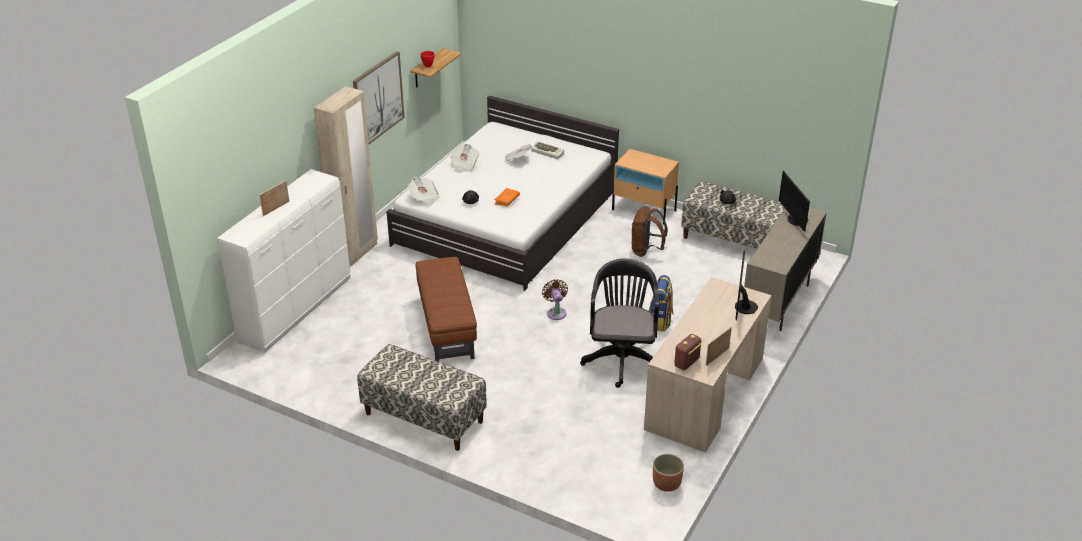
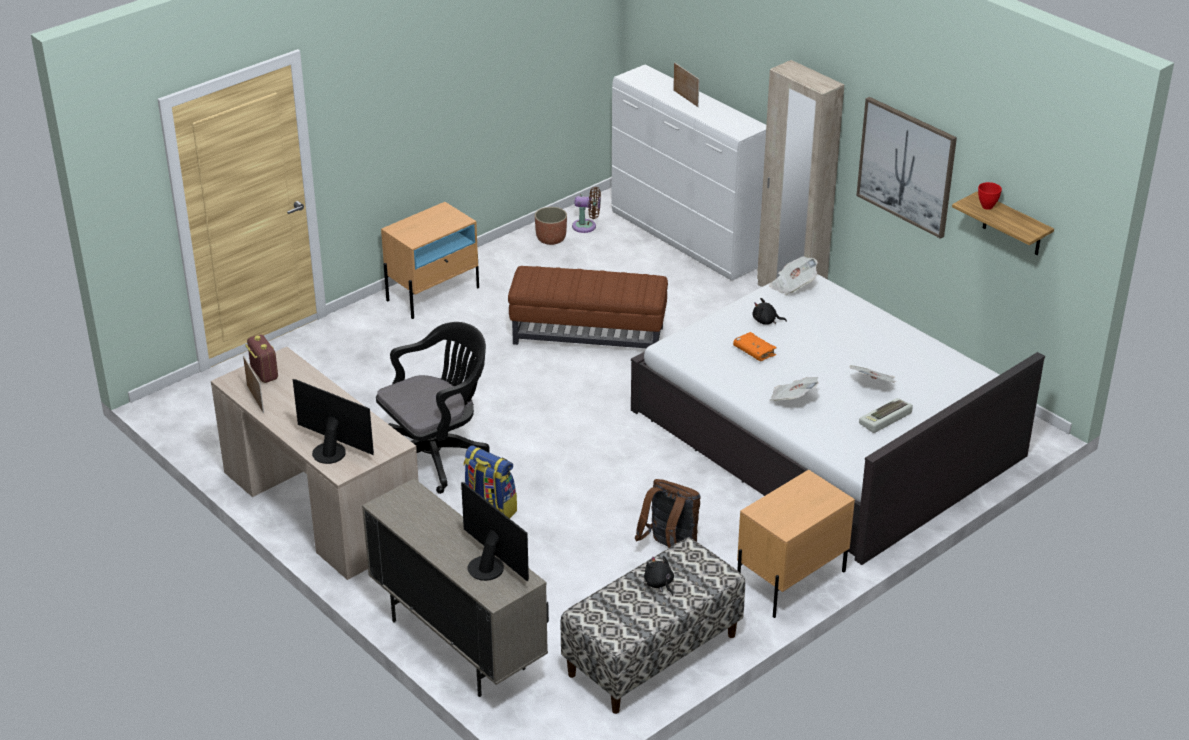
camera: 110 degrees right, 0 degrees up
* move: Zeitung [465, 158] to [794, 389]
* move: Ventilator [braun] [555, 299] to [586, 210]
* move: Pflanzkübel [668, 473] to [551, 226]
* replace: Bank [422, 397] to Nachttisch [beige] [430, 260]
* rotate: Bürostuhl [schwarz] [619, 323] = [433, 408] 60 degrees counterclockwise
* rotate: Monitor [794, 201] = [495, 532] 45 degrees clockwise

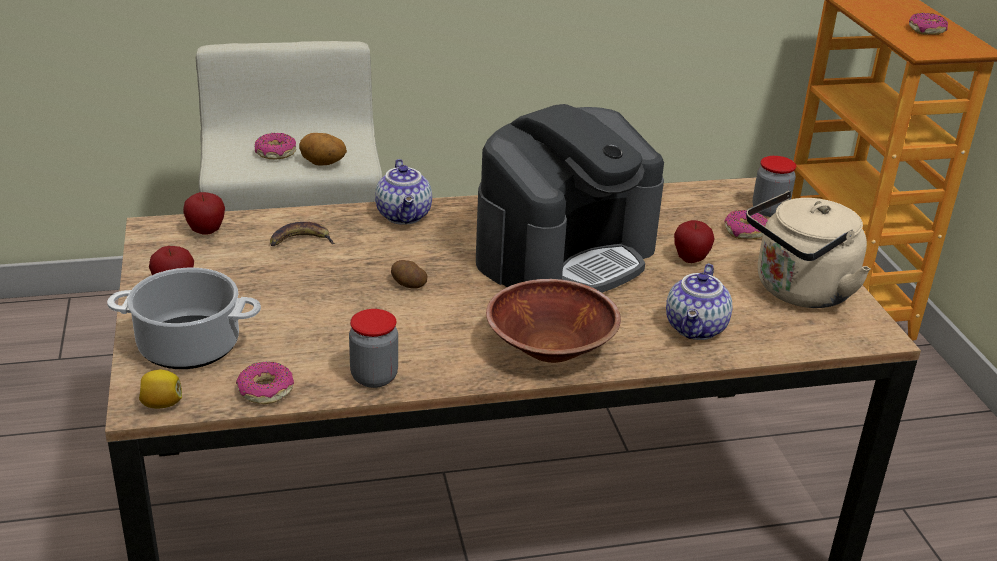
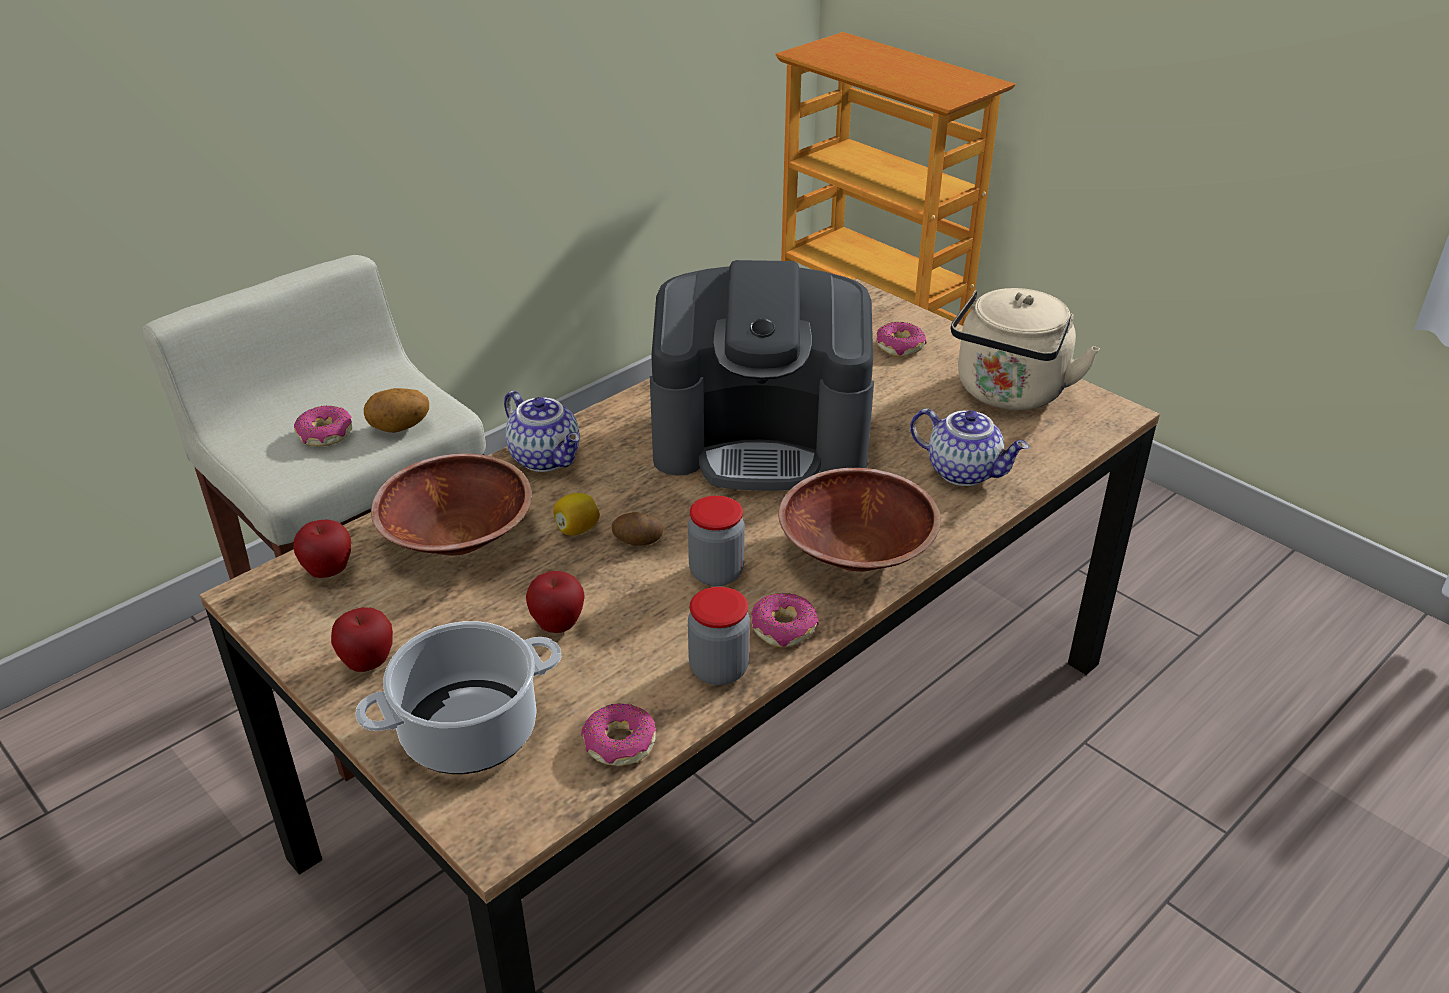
camera: 30 degrees left, 5 degrees up
* move: Zitrone [160, 389] to [576, 514]
* move: Apfel [694, 241] to [555, 602]
* move: Vorratsglas [774, 186] to [716, 541]
* move: Donut [928, 24] to [785, 620]
* replace: Banane [302, 234] to Schüssel [braun] [451, 504]
* rotate: Kaffeemaschine [570, 198] = [762, 375] 75 degrees clockwise
* rotate: Teekanne [699, 301] = [969, 447] 45 degrees counterclockwise

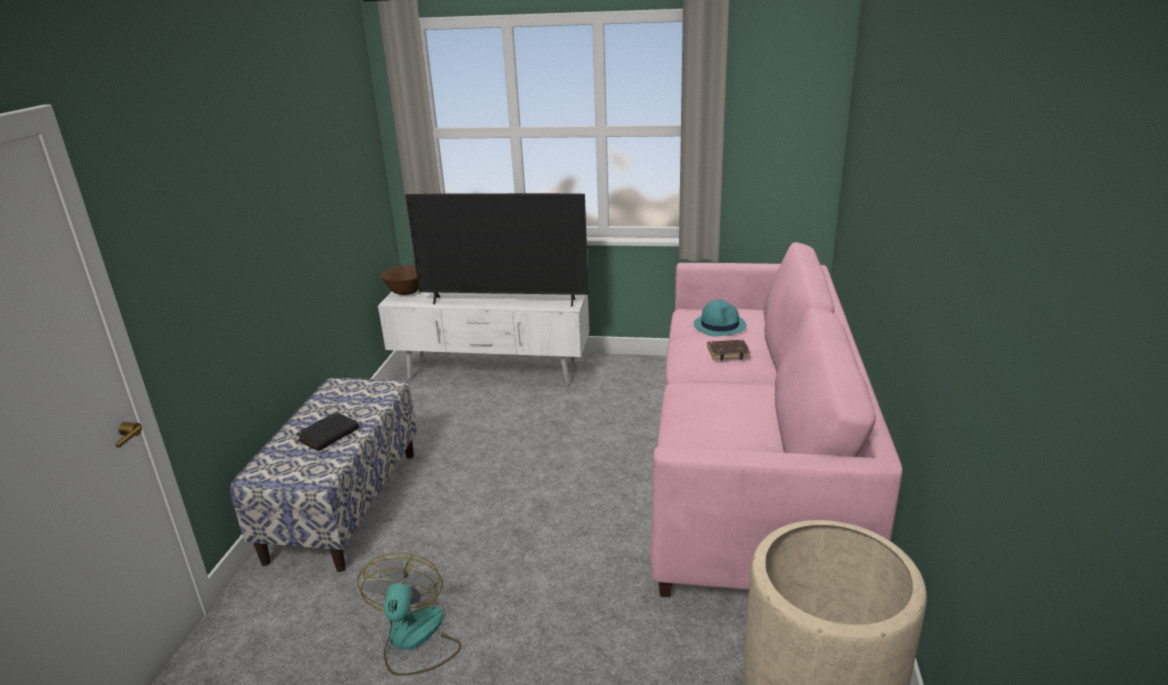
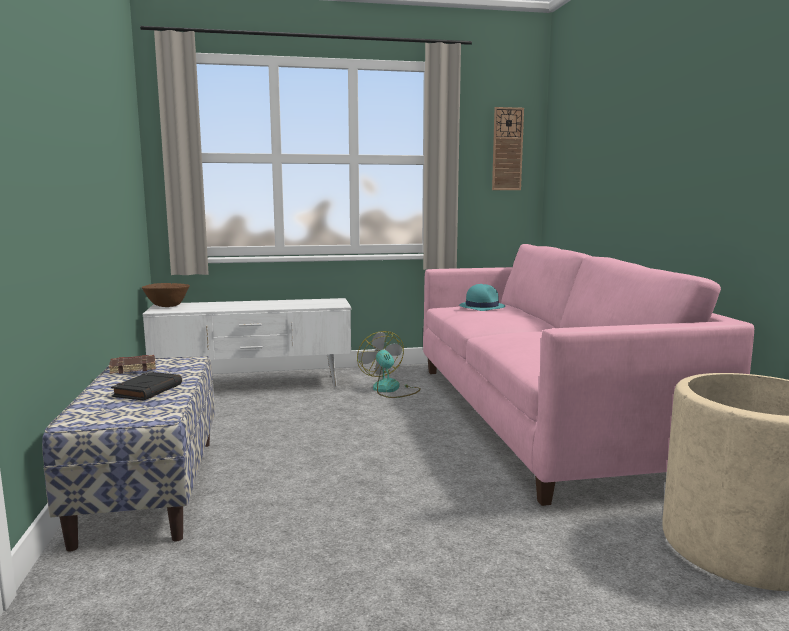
camera: 20 degrees left, 15 degrees down
* delete: Fernseher [497, 250]
* insert: Wanduhr [508, 148]
* move: Ventilator [409, 614] to [389, 364]
* move: Buch [braun] [729, 350] to [132, 364]

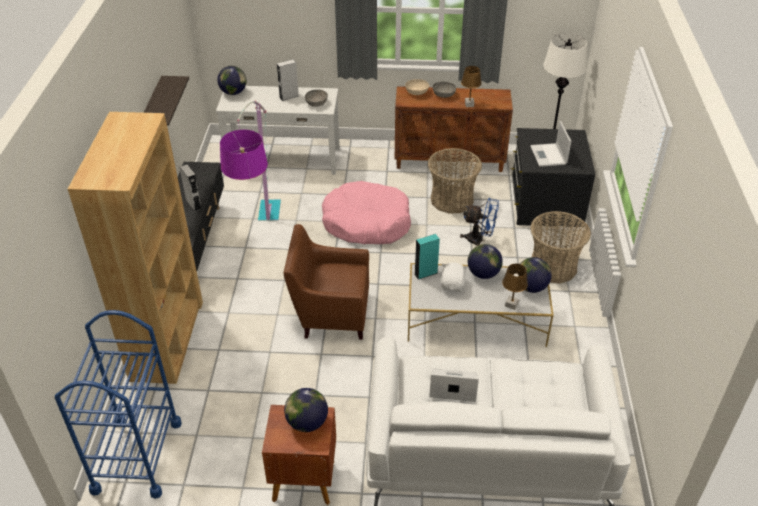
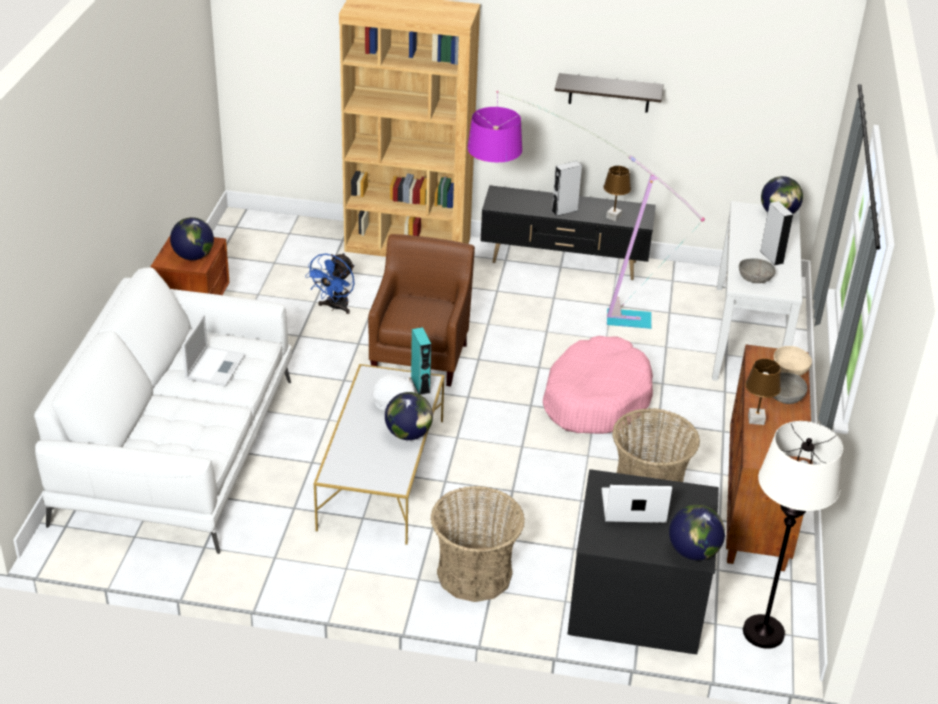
camera: 95 degrees right, 5 degrees down
* delete: Rollwagen [blau] [118, 404]
* move: Ventilator [blau] [479, 222] to [330, 283]
* move: Tischlampe [braun] [515, 287] to [617, 193]
* move: Globus [536, 275] to [697, 532]

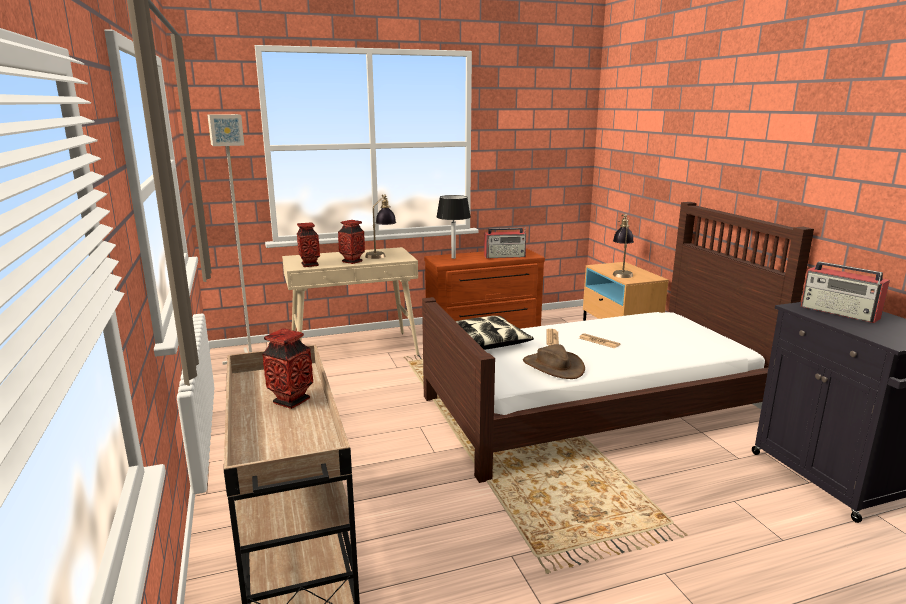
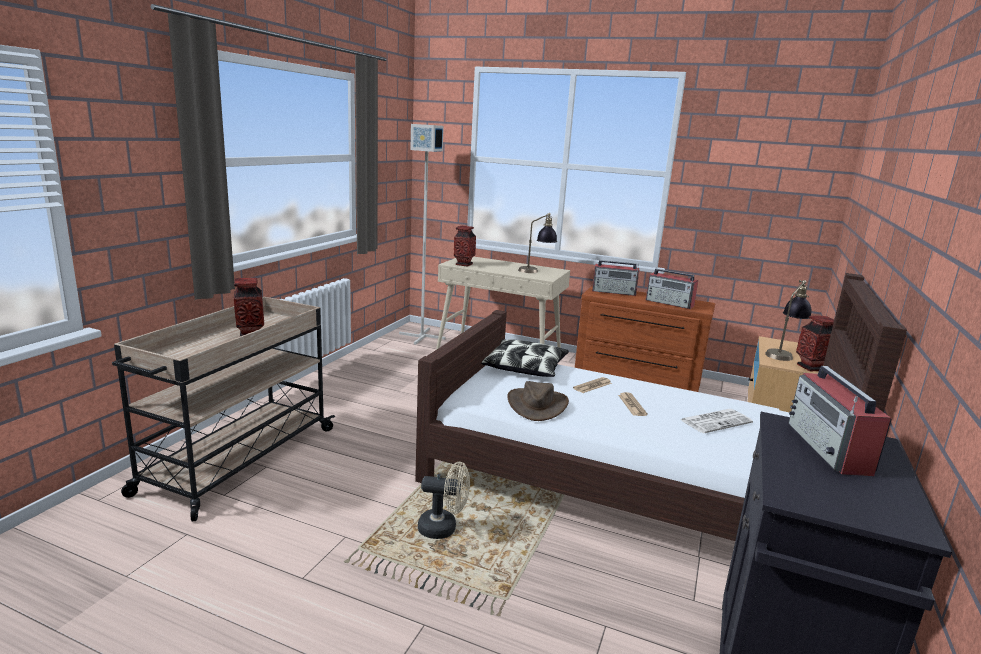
camera: 40 degrees right, 0 degrees up
* insert: Ventilator [beige] [444, 500]
* insert: Zeitung [716, 421]
* move: Vase [351, 242] to [815, 343]
* replace: Tischlampe [schwarz] [453, 227] to Radio [615, 278]

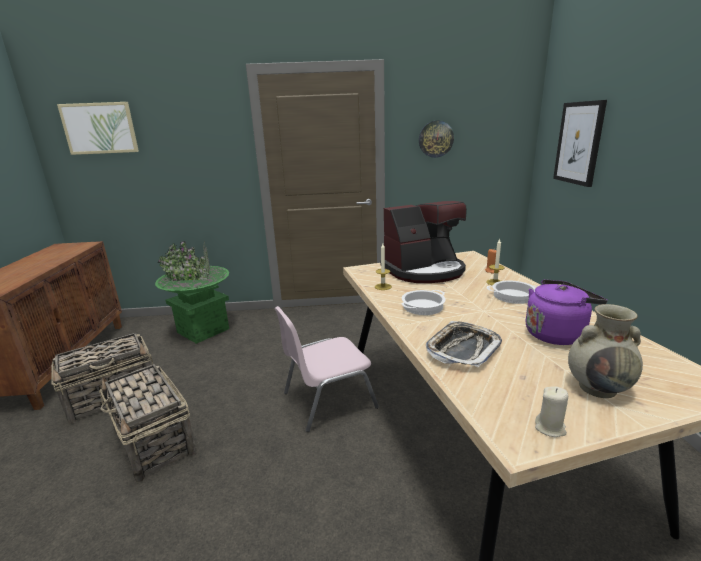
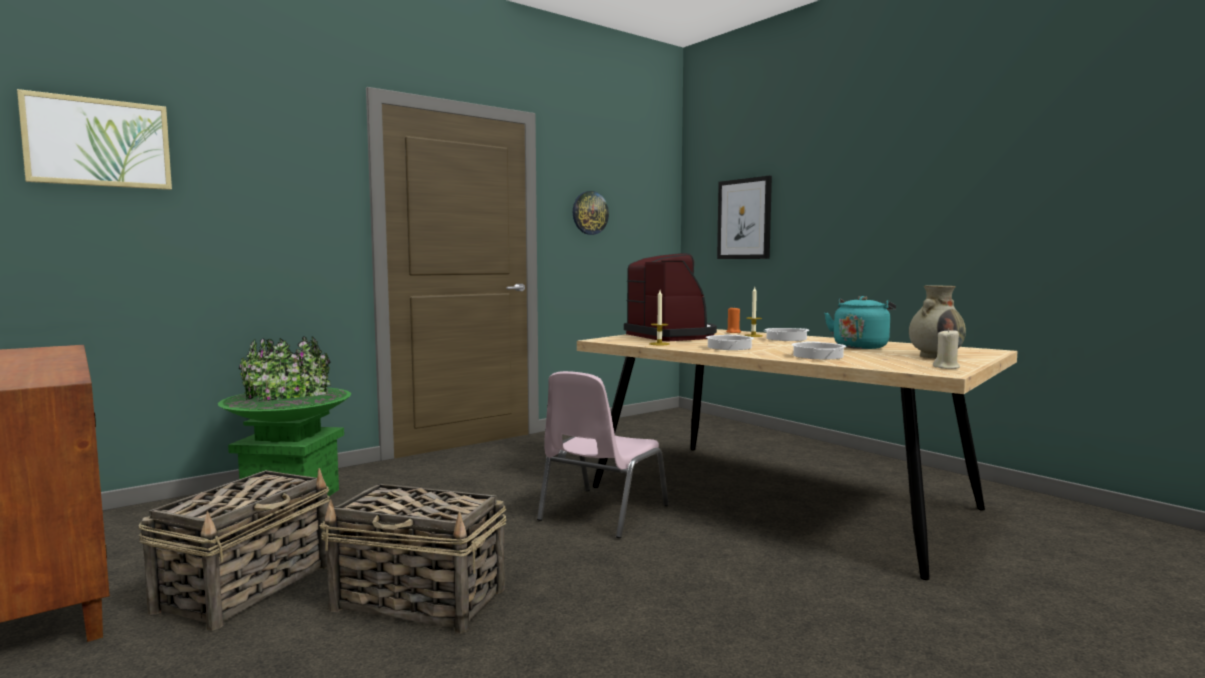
camera: 35 degrees left, 15 degrees down
* replace: Tablett [464, 344] to Kochtopf [818, 350]
* recolor: Wasserkessel [lila] [566, 312] to Wasserkessel [türkis] [860, 322]
* rotate: Kaffeemaschine [423, 242] = [670, 297] 60 degrees counterclockwise

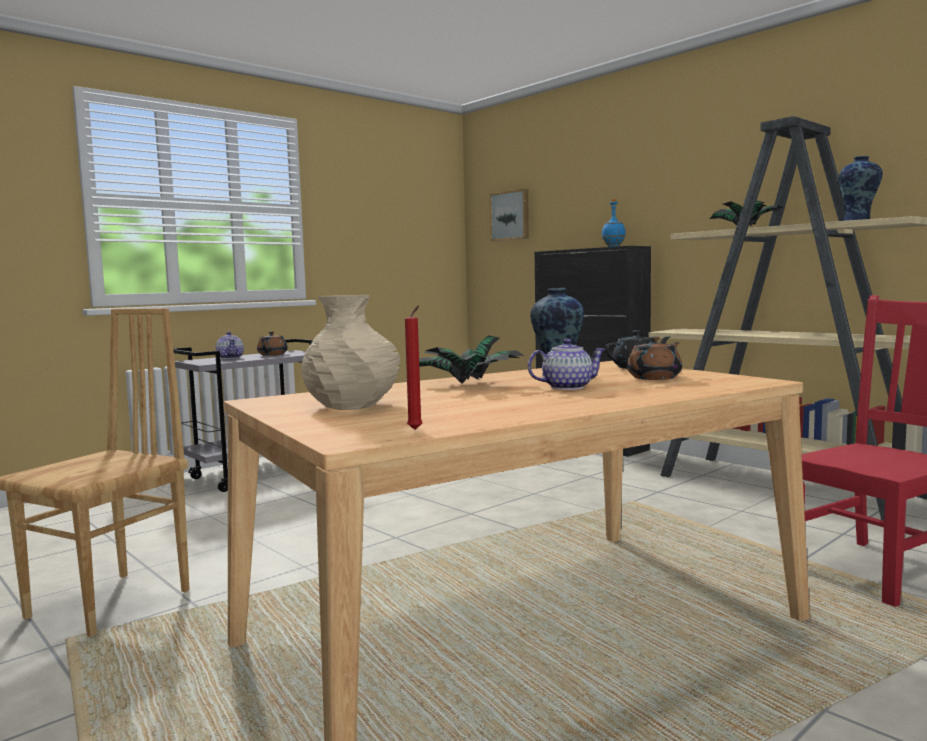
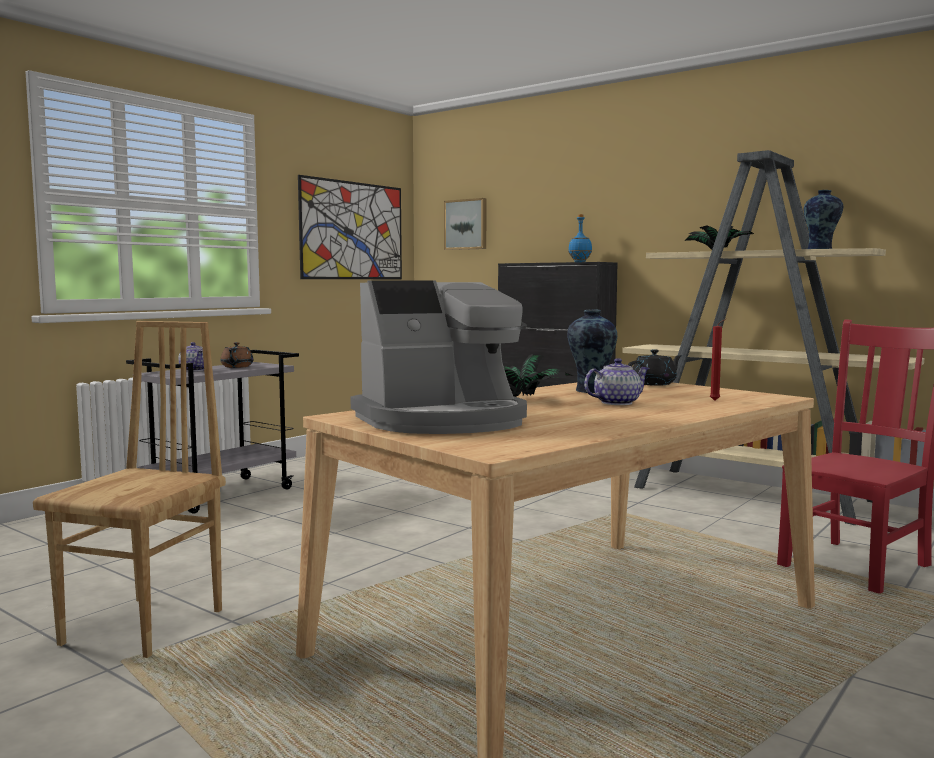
camera: 10 degrees left, 0 degrees up
* delete: Teekanne [braun] [654, 358]
* insert: Bild [350, 227]
* move: Kerze [rot] [413, 367] to [718, 360]
* replace: Vase [beige] [350, 352] to Kaffeemaschine [439, 357]

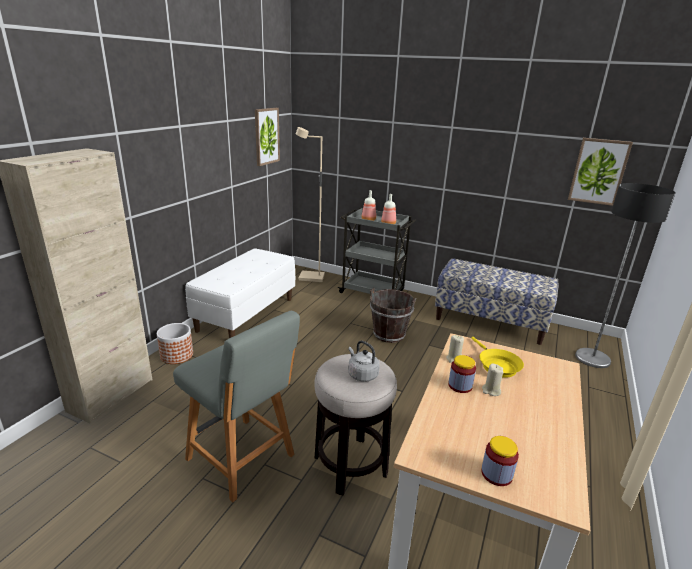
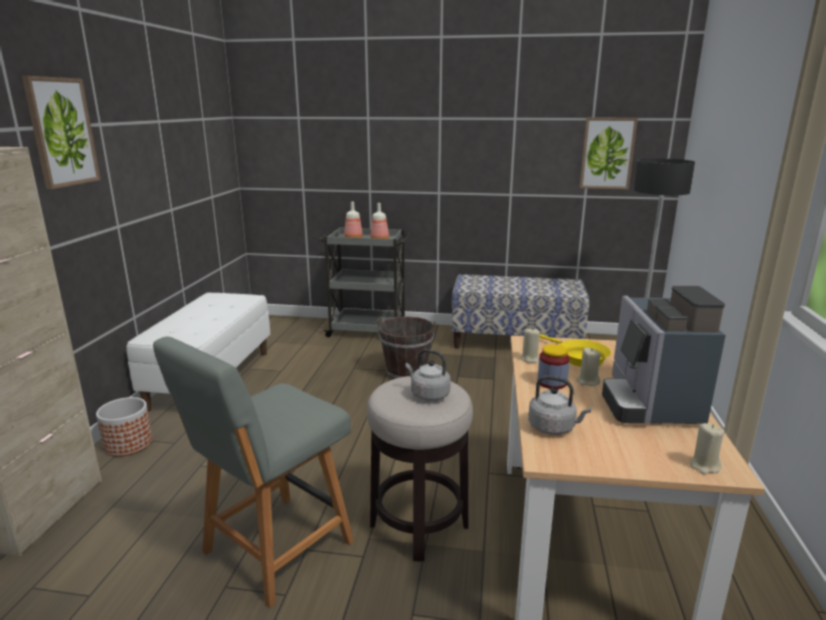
camera: 15 degrees left, 5 degrees down
* delete: Stehlampe [beige] [310, 204]
* delete: Vorratsglas [500, 461]
* insert: Wasserkessel [grau] [559, 405]
* insert: Kaffeemaschine [664, 355]
* insert: Kerze [beige] [707, 448]
* move: Bild [267, 137] to [61, 132]
* rotate: Stuhl [grau] [236, 406] = [253, 472] 105 degrees clockwise

